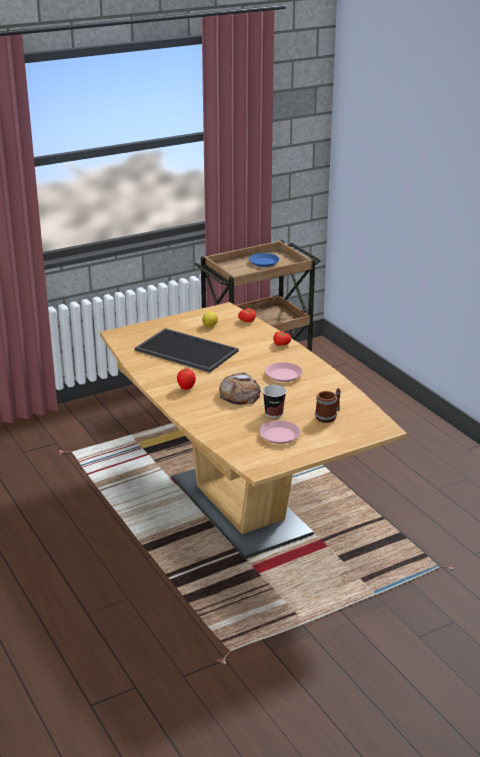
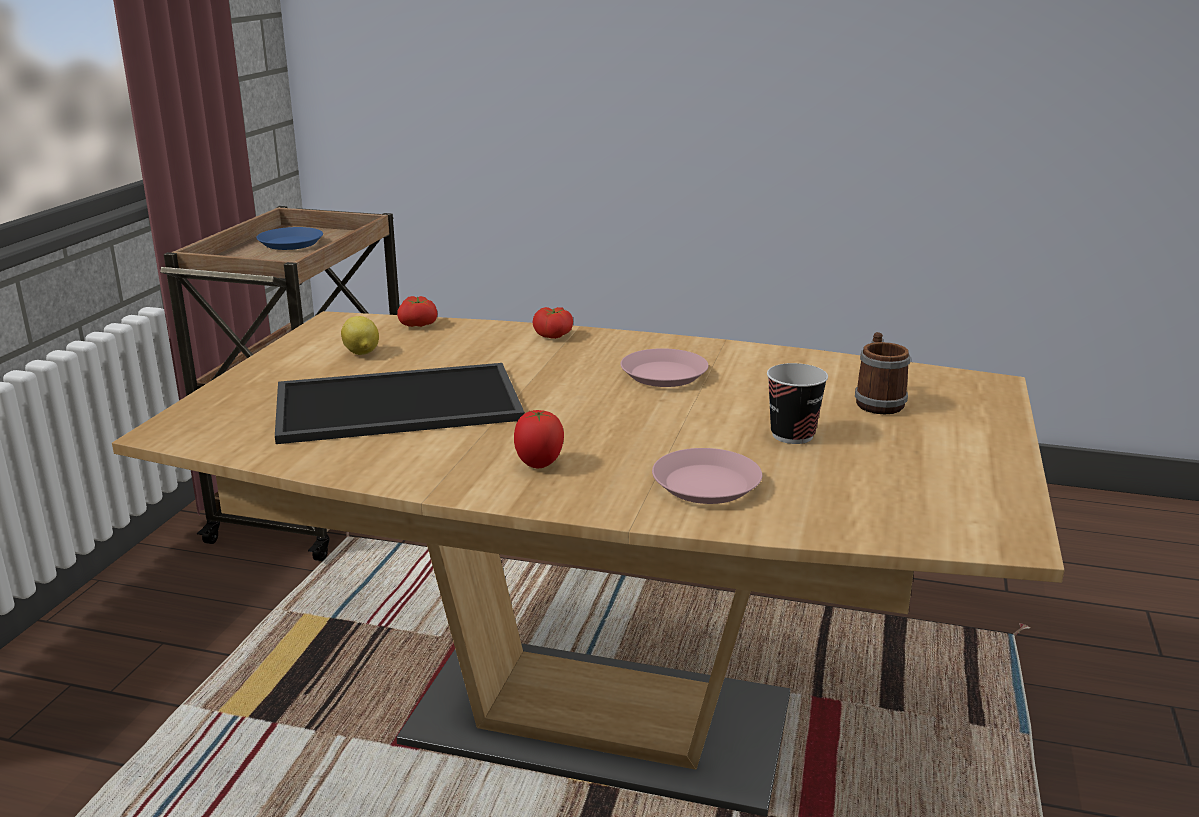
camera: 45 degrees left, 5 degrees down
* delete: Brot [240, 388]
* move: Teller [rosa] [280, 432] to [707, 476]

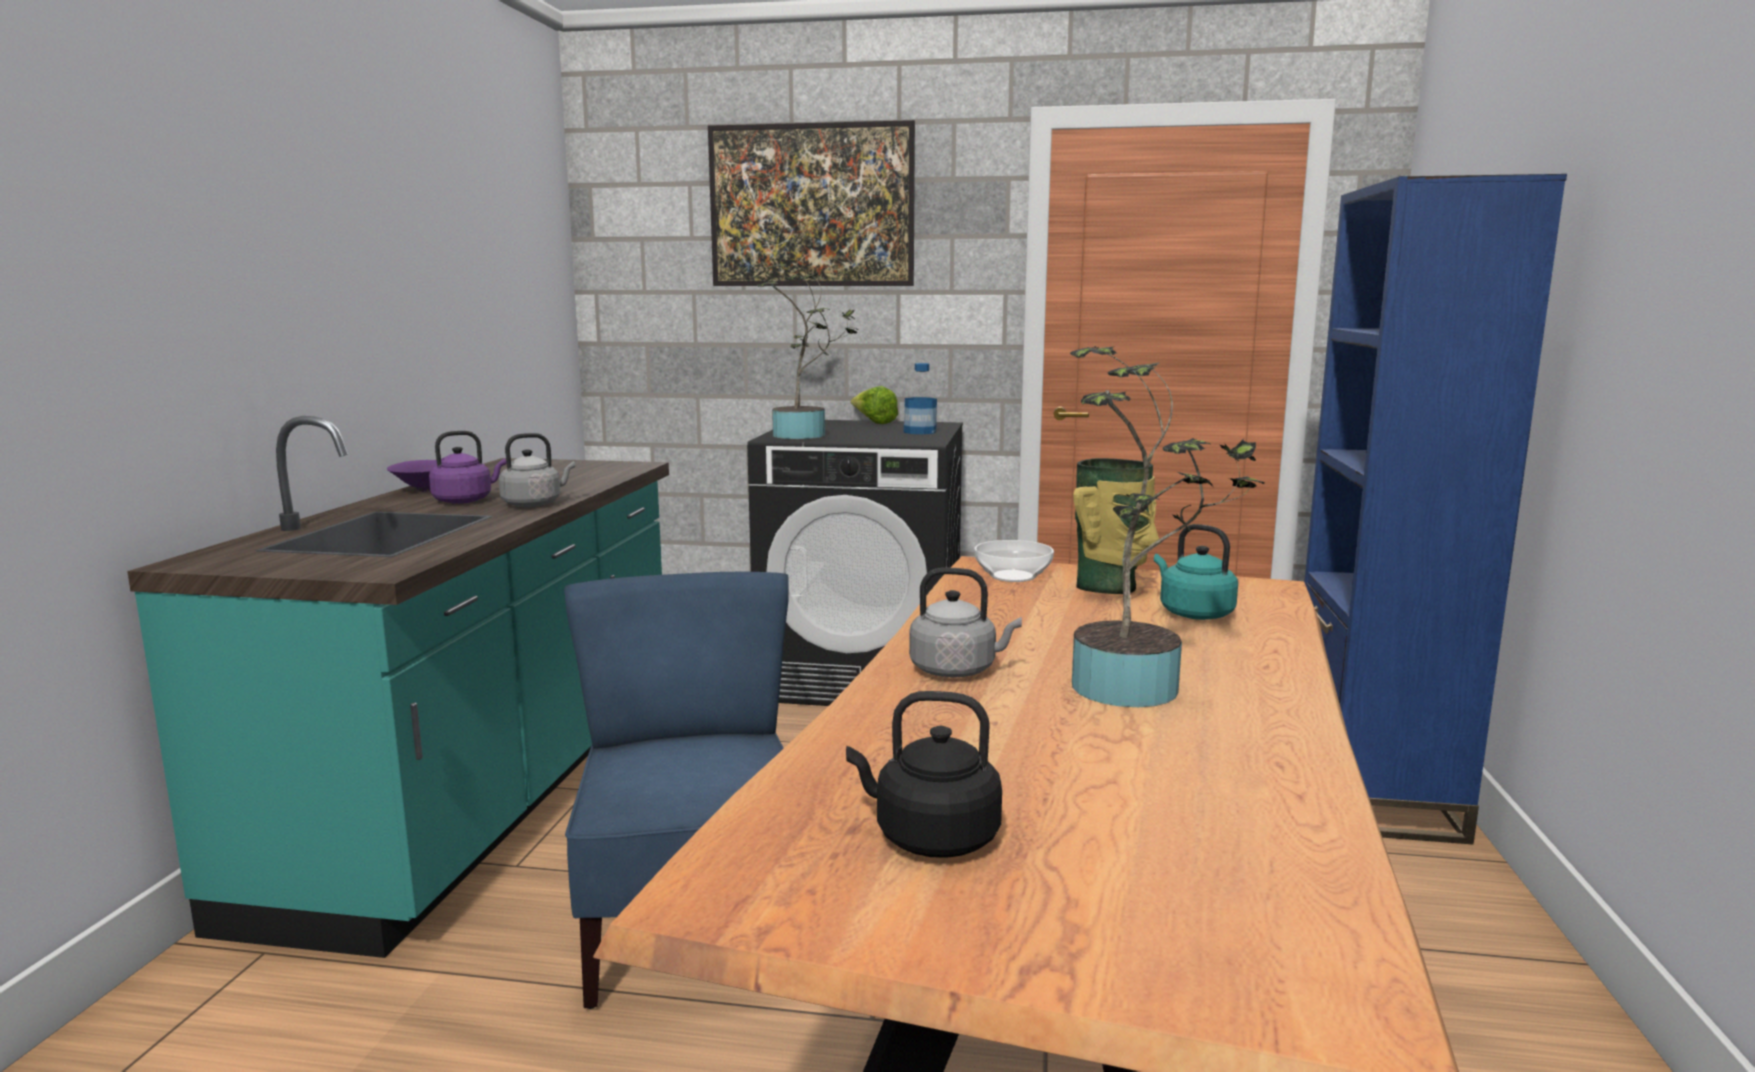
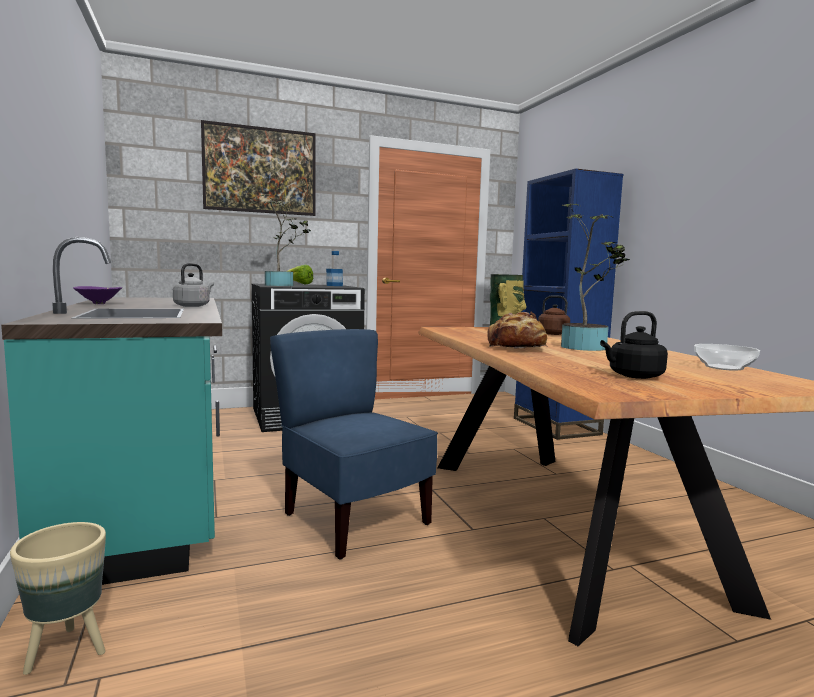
camera: 30 degrees left, 5 degrees down
* delete: Wasserkessel [lila] [467, 467]
* insert: Pflanzkübel [beige] [58, 598]
* move: Schüssel [1014, 561] to [727, 357]
* replace: Wasserkessel [grau] [965, 622] to Brot [517, 330]
* recolor: Wasserkessel [türkis] [1196, 572] to Wasserkessel [braun] [550, 315]

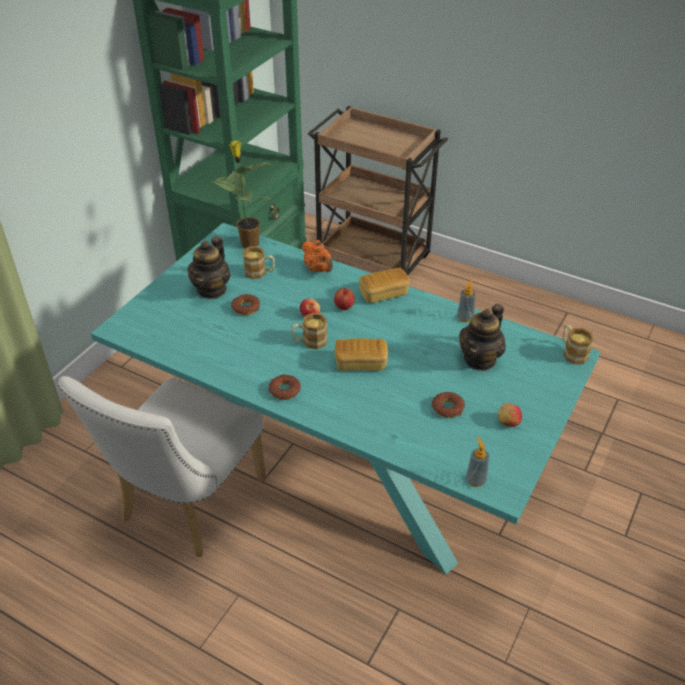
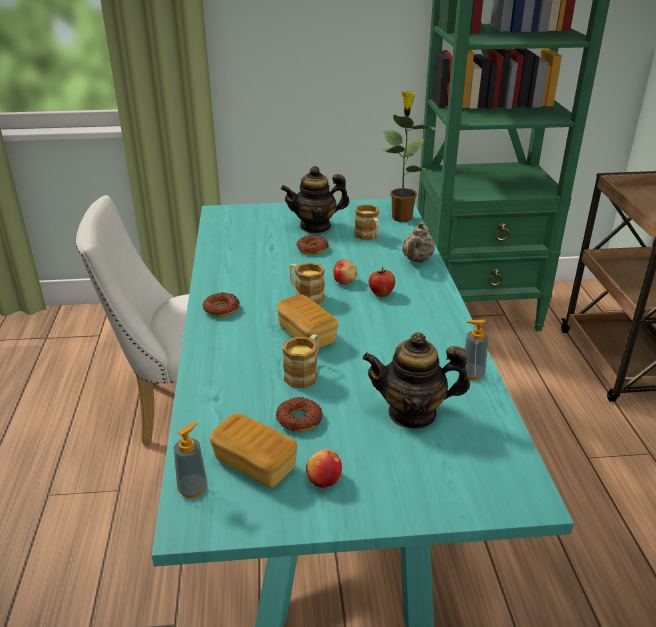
camera: 55 degrees right, 10 degrees down
* move: Brot [384, 285] to [253, 450]
* move: Henkelbecher [578, 345] to [301, 361]
* recolor: Teekanne [orange] [317, 256] to Teekanne [beige] [418, 242]

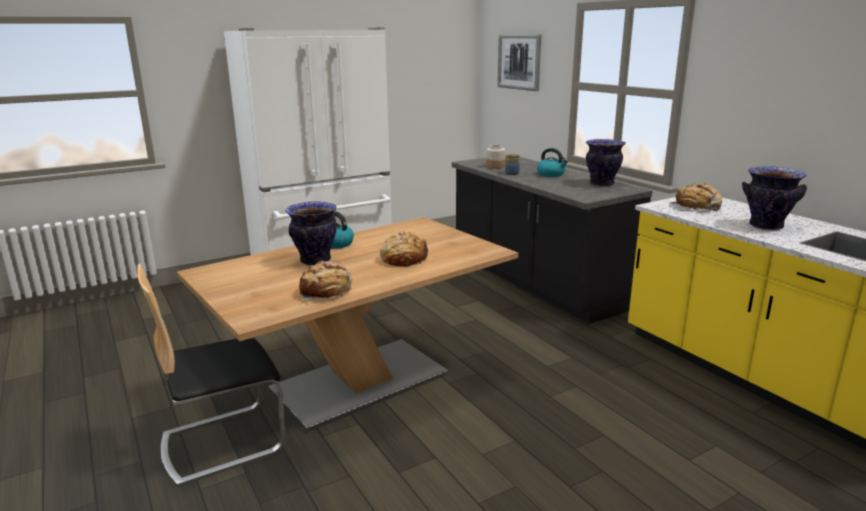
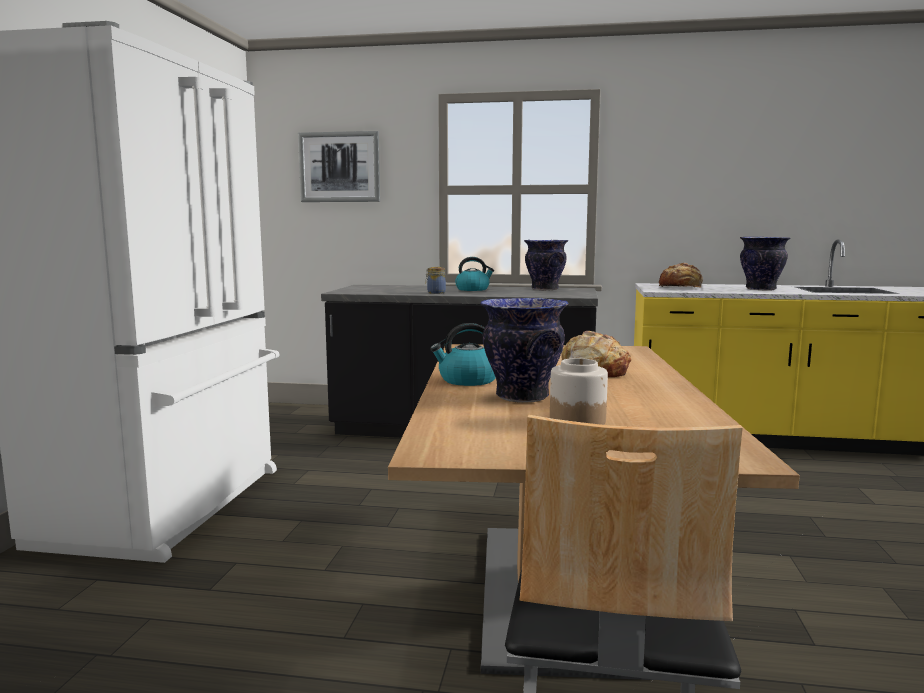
camera: 50 degrees left, 10 degrees down
* delete: Brot [325, 280]
* move: Vorratsglas [496, 157] to [579, 391]

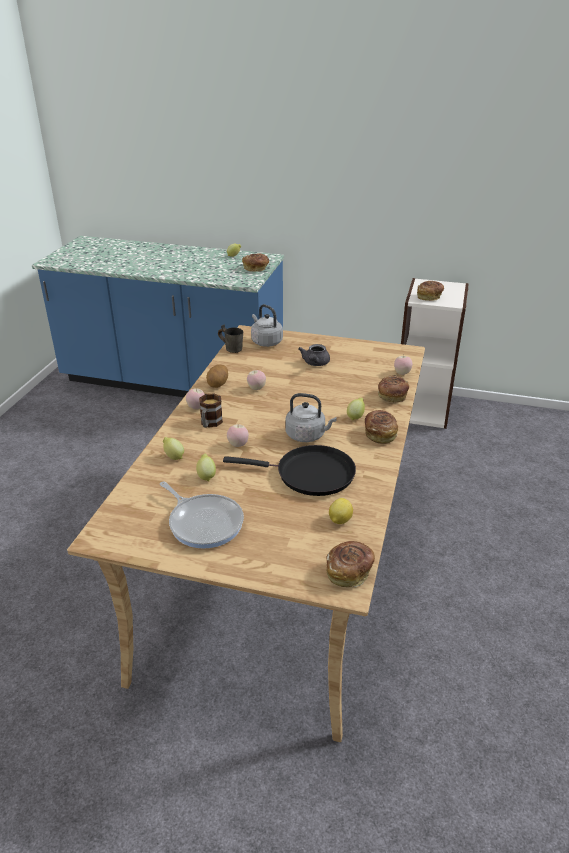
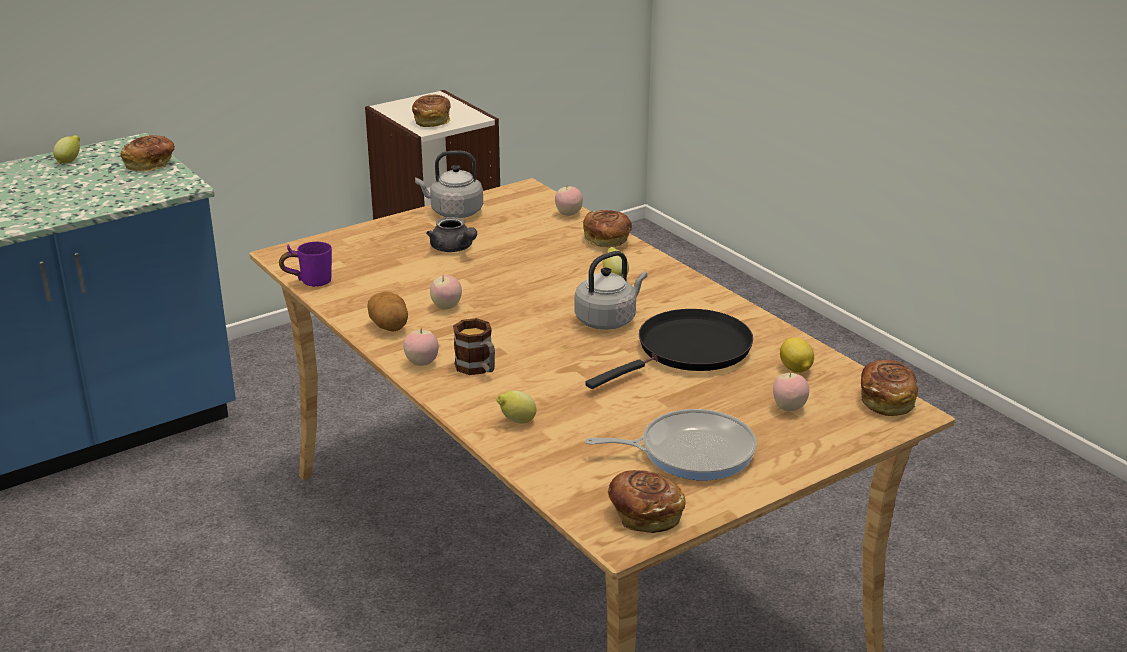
camera: 50 degrees left, 5 degrees down
* delete: Zitrone [206, 467]
* move: Apfel [238, 435] to [791, 391]
* move: Wasserkessel [grau] [267, 325] to [449, 184]
* move: Brot [381, 427] to [647, 501]
* recolor: Henkelbecher [grau] [230, 338] to Henkelbecher [lila] [305, 264]

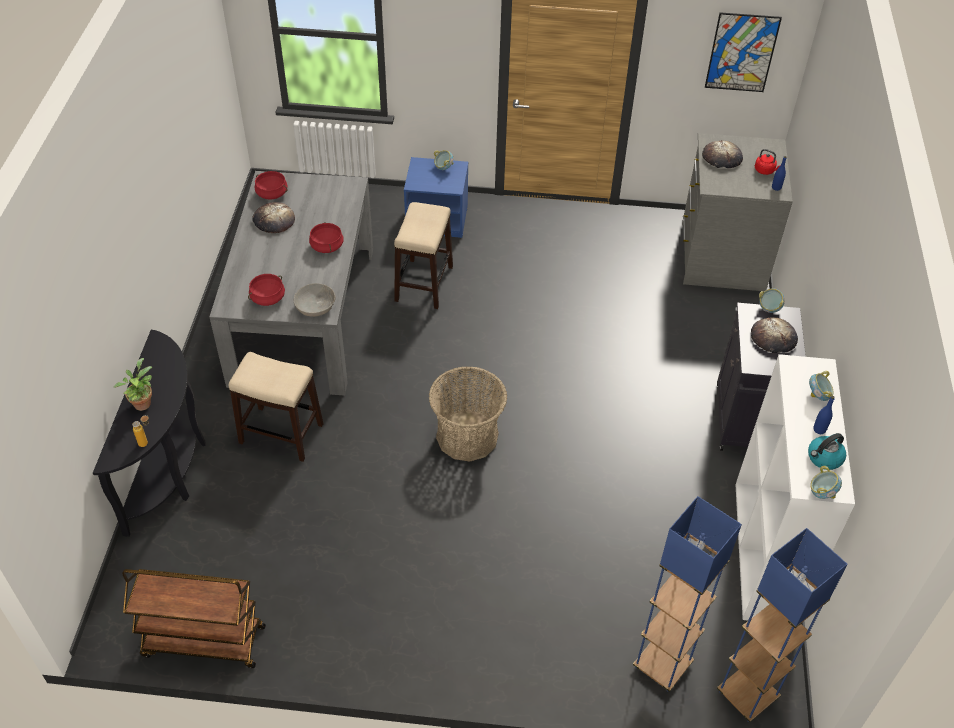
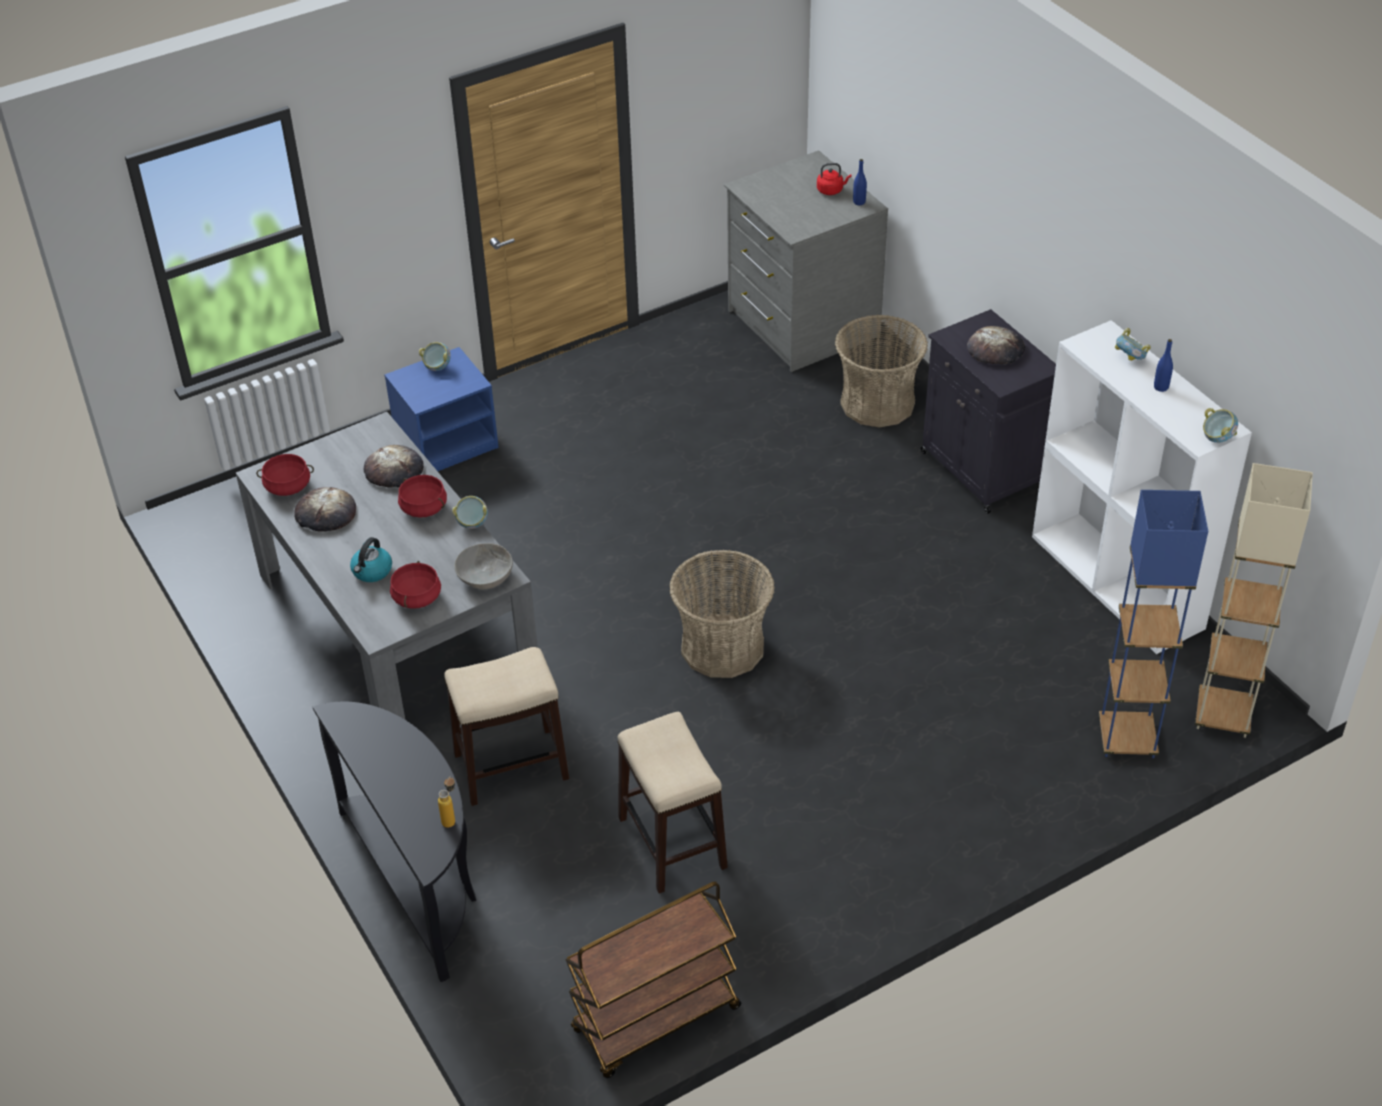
camera: 35 degrees left, 5 degrees down
* delete: Topfpflanze [133, 384]
* delete: Bild [743, 52]
* insert: Korb [881, 371]
* move: Hocker [423, 255] to [672, 803]
* move: Brot [722, 154] to [394, 466]
* move: Schüssel [772, 300] to [470, 512]
* move: Wasserkessel [827, 451] to [371, 559]
* recolor: Stehlampe [blau] [782, 625] to Stehlampe [beige] [1254, 600]

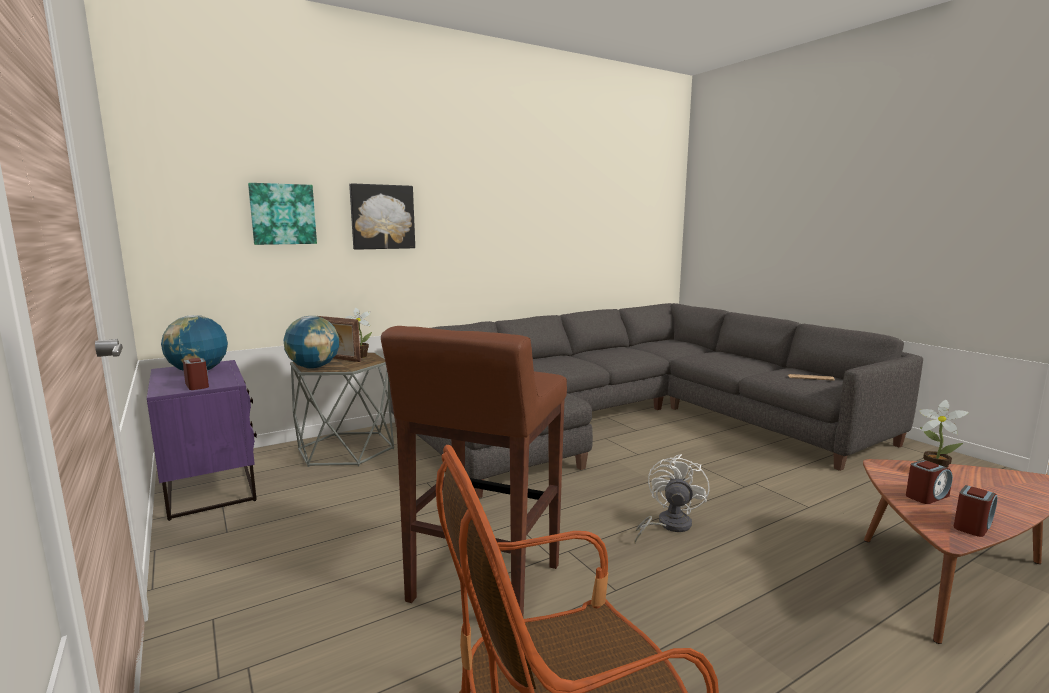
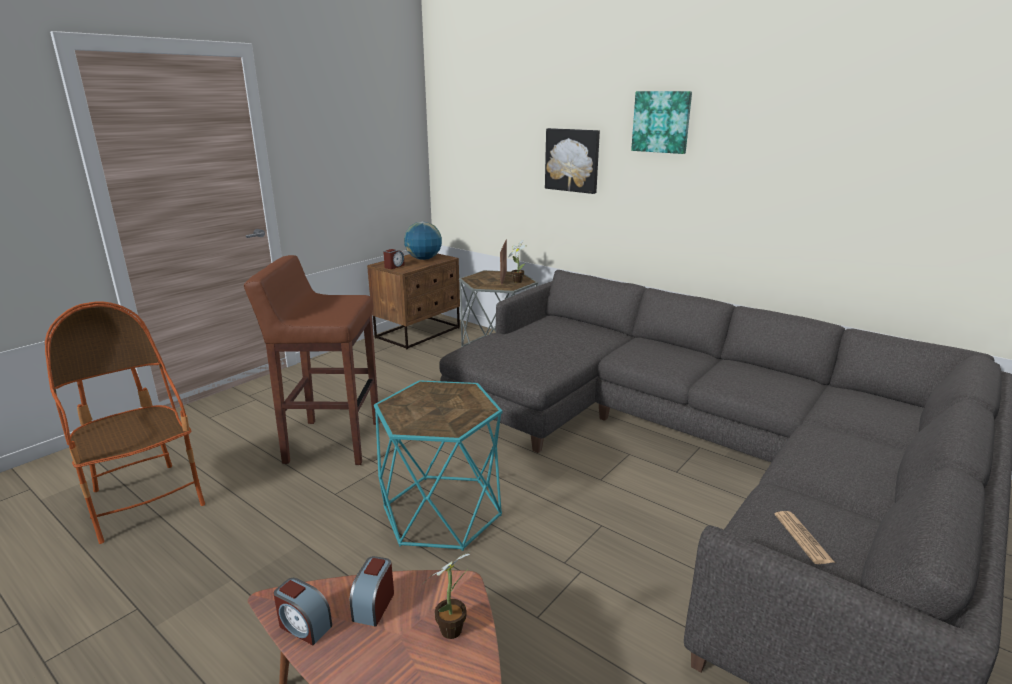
camera: 70 degrees right, 10 degrees up
* delete: Globus [311, 342]
* move: Bild [282, 214] to [661, 122]
* replace: Ventilator [weiß] [672, 498] to Beistelltisch [türkis] [438, 465]
* recolor: Nachttisch [lila] [202, 440] to Nachttisch [braun] [413, 301]
* rotate: Wecker [929, 482] = [372, 591] 60 degrees clockwise

